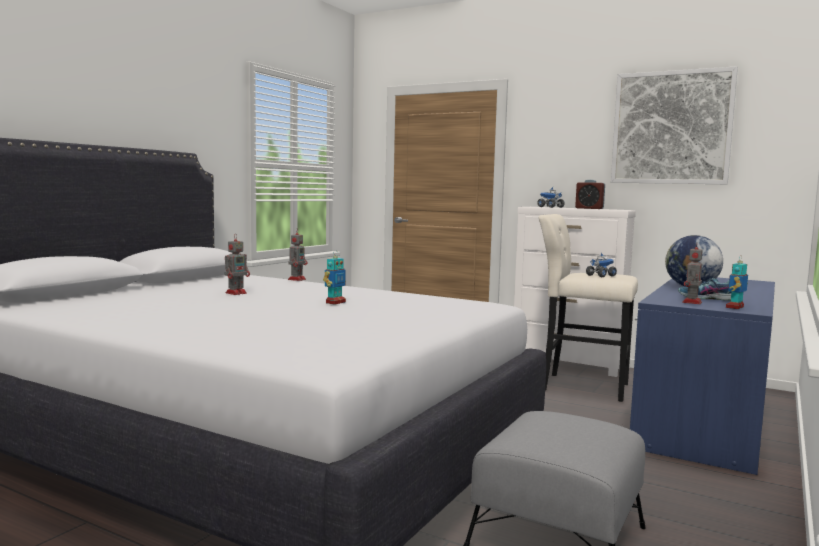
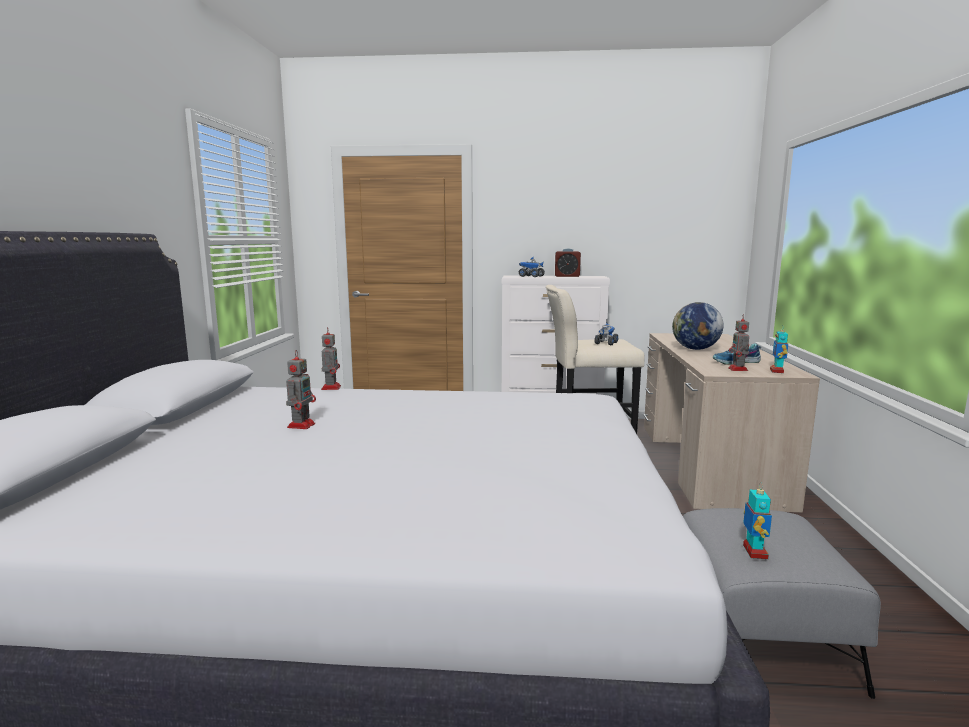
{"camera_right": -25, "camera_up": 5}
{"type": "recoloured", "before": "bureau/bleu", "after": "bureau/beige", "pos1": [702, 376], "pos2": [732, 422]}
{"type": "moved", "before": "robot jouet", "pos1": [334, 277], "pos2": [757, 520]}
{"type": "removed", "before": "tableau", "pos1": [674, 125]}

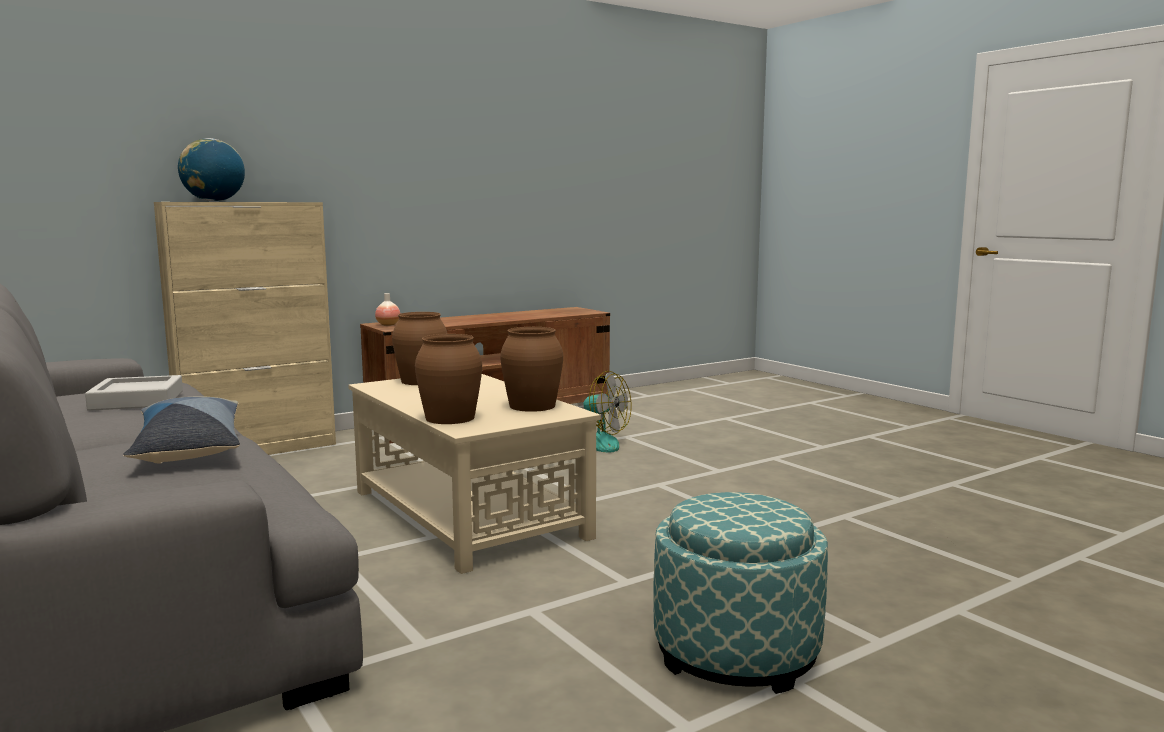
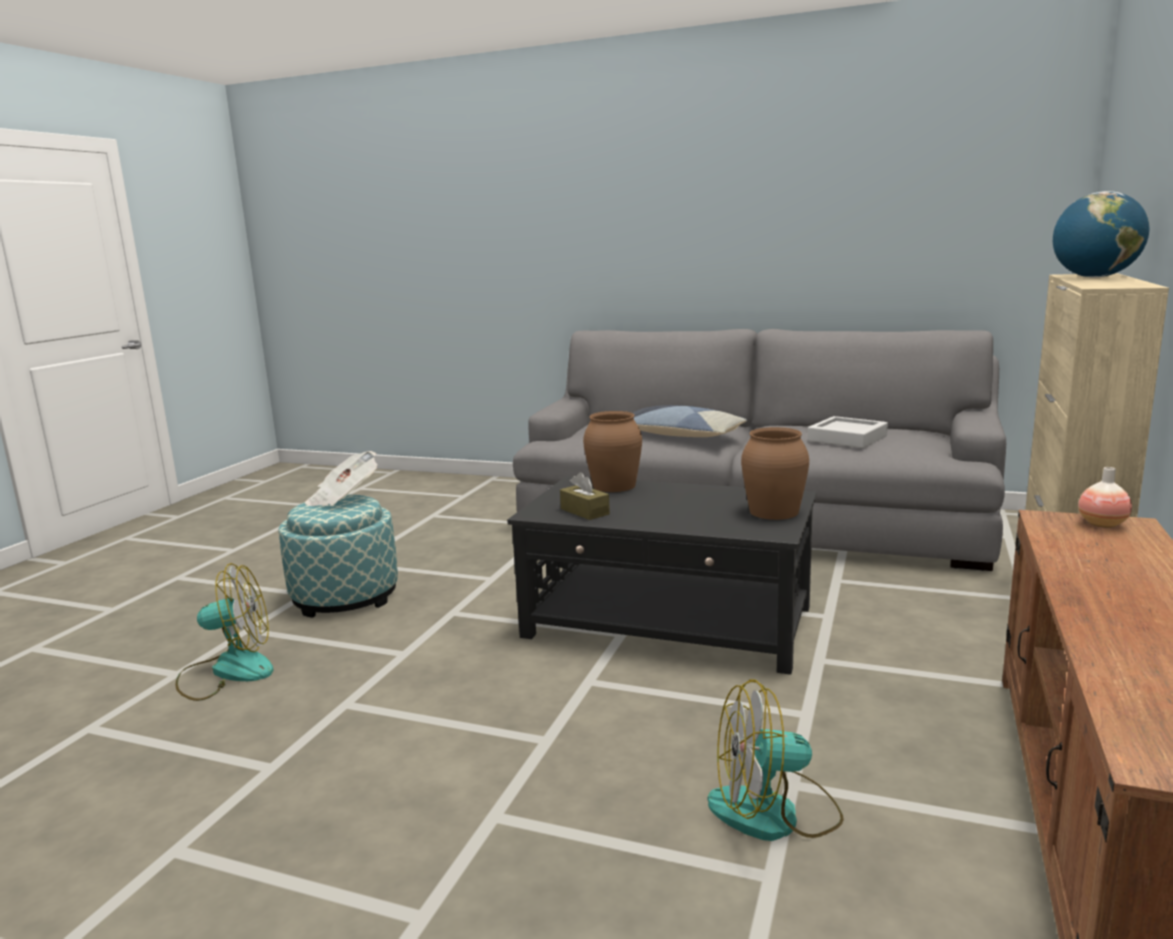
{"camera_right": 145, "camera_up": 5}
{"type": "added", "after": "ventilateur", "pos2": [225, 632]}
{"type": "added", "after": "journal", "pos2": [341, 478]}
{"type": "recoloured", "before": "table basse/beige", "after": "table basse/noir", "pos1": [474, 474], "pos2": [662, 575]}
{"type": "replaced", "before": "vase/marron", "after": "boîte à mouchoirs/marron", "pos1": [531, 369], "pos2": [585, 496]}

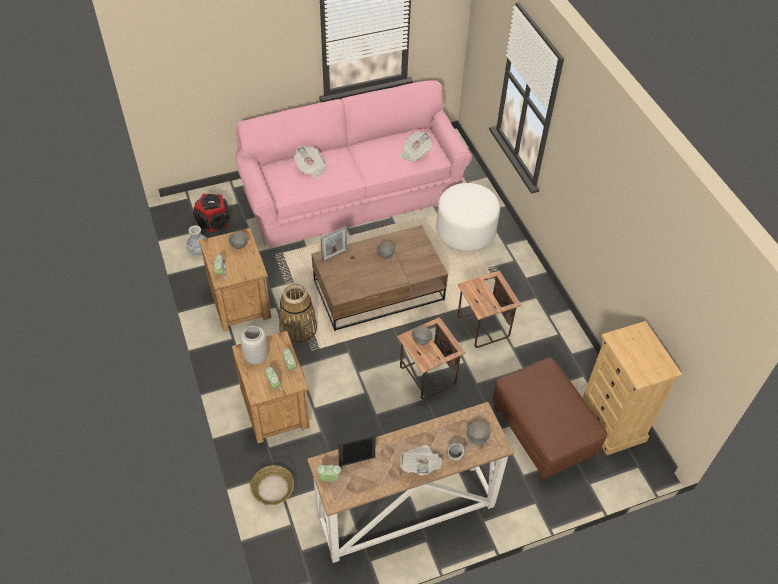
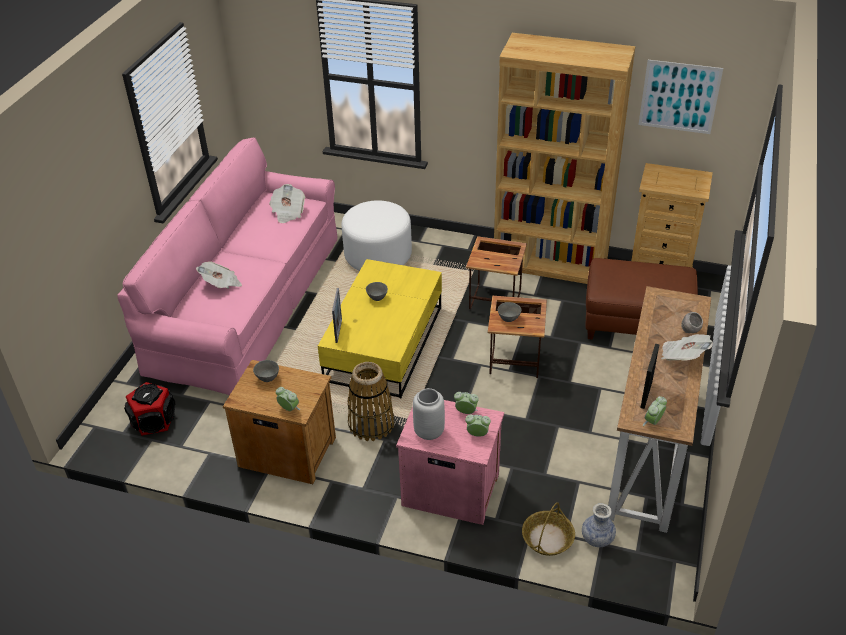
{"camera_right": -50, "camera_up": -10}
{"type": "recoloured", "before": "table basse/marron", "after": "table basse/jaune", "pos1": [379, 278], "pos2": [380, 328]}
{"type": "recoloured", "before": "table de chevet/marron", "after": "table de chevet/rose", "pos1": [271, 387], "pos2": [450, 462]}
{"type": "added", "after": "bibliothèque/marron", "pos2": [565, 158]}
{"type": "moved", "before": "vase", "pos1": [196, 240], "pos2": [599, 525]}
{"type": "added", "after": "tableau", "pos2": [680, 97]}
{"type": "removed", "before": "bol/gris", "pos1": [478, 433]}

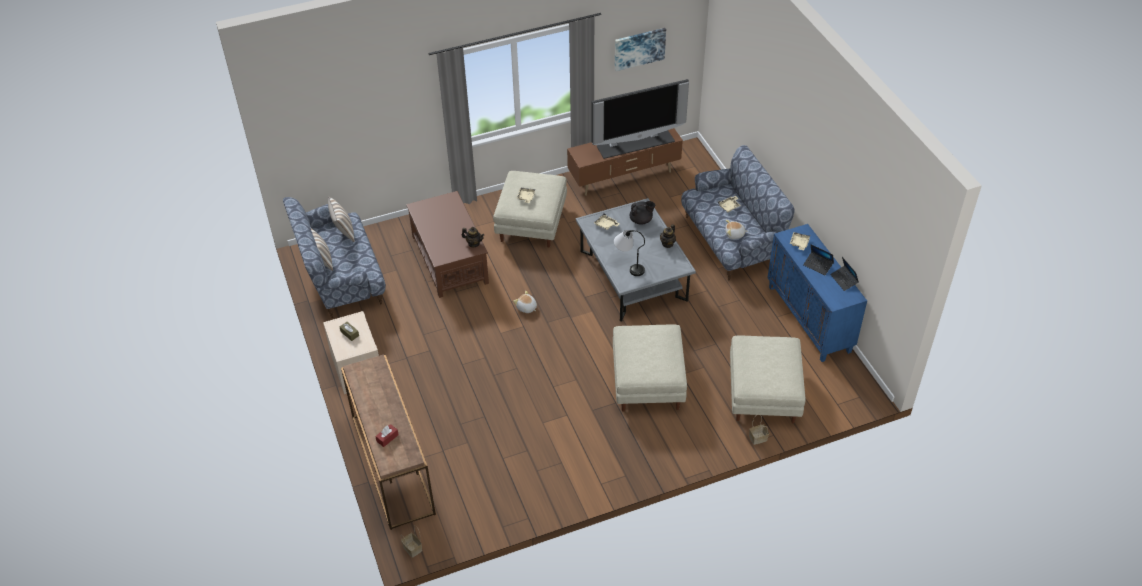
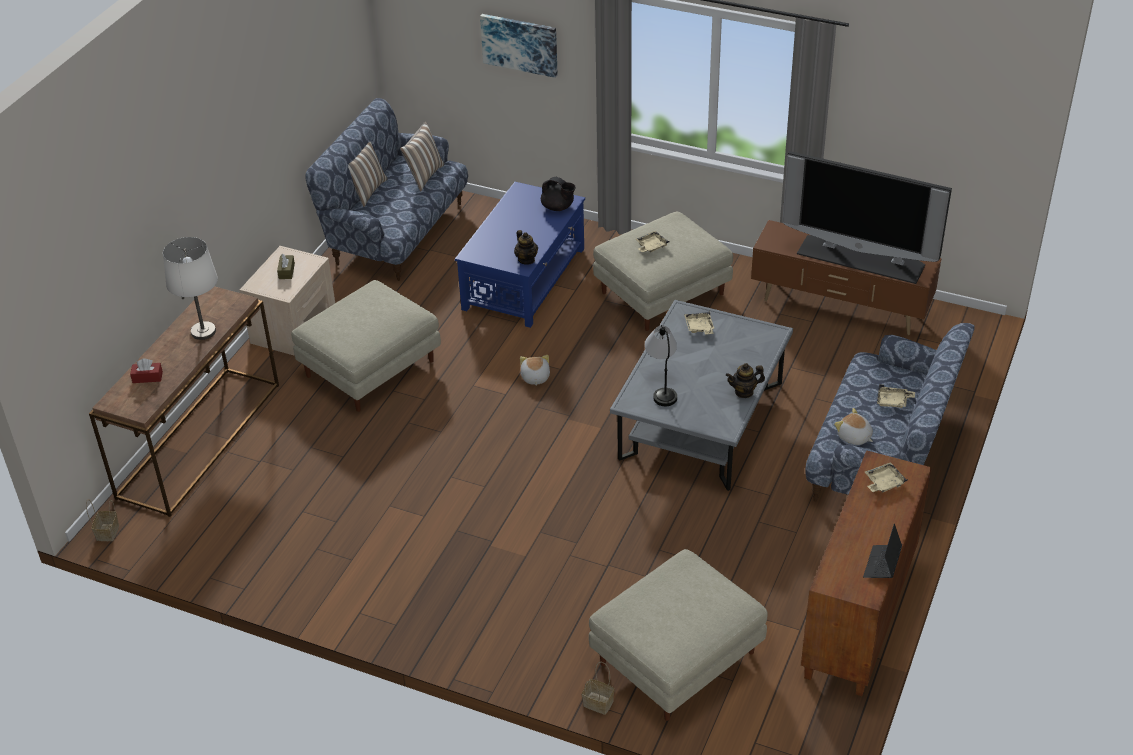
{"camera_right": 45, "camera_up": -5}
{"type": "added", "after": "lampe de table/blanc", "pos2": [190, 288]}
{"type": "moved", "before": "pouf/beige", "pos1": [650, 368], "pos2": [366, 346]}
{"type": "recoloured", "before": "table basse/marron", "after": "table basse/bleu", "pos1": [447, 244], "pos2": [520, 255]}
{"type": "moved", "before": "tableau", "pos1": [640, 49], "pos2": [519, 46]}
{"type": "moved", "before": "théière/noir", "pos1": [642, 213], "pos2": [558, 194]}
{"type": "recoloured", "before": "meuble de rangement/bleu", "after": "meuble de rangement/marron", "pos1": [817, 293], "pos2": [866, 573]}
{"type": "removed", "before": "ordinateur portable", "pos1": [818, 260]}

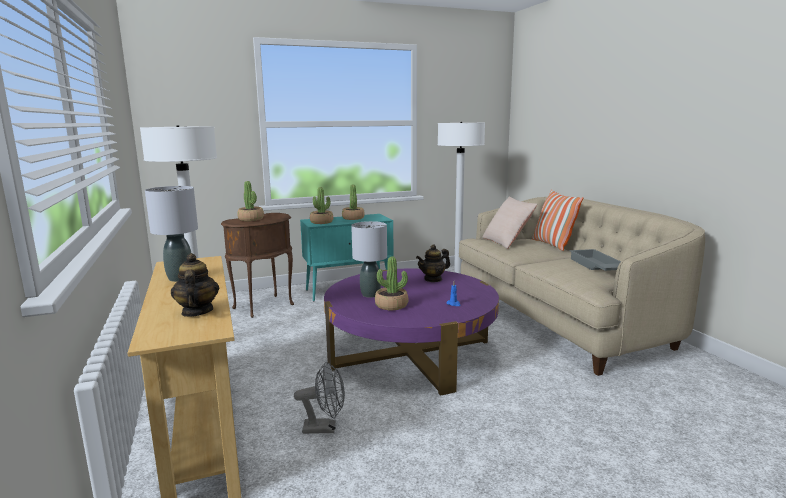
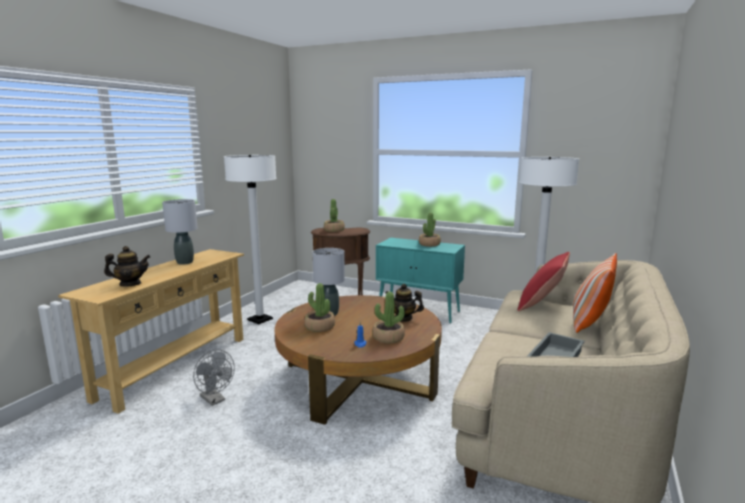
{"camera_right": 45, "camera_up": 0}
{"type": "turned", "before": "théière", "pos1": [195, 285], "pos2": [127, 266], "turn": 45}
{"type": "recoloured", "before": "table basse/violet", "after": "table basse/marron", "pos1": [411, 332], "pos2": [358, 360]}
{"type": "moved", "before": "plante en pot", "pos1": [321, 205], "pos2": [389, 318]}
{"type": "recoloured", "before": "coussin/beige", "after": "coussin/rouge", "pos1": [510, 223], "pos2": [544, 281]}

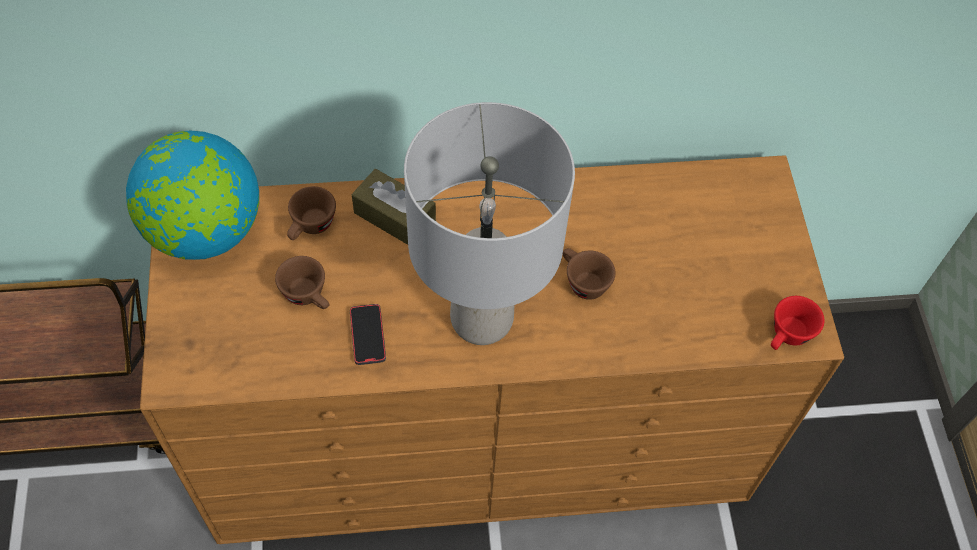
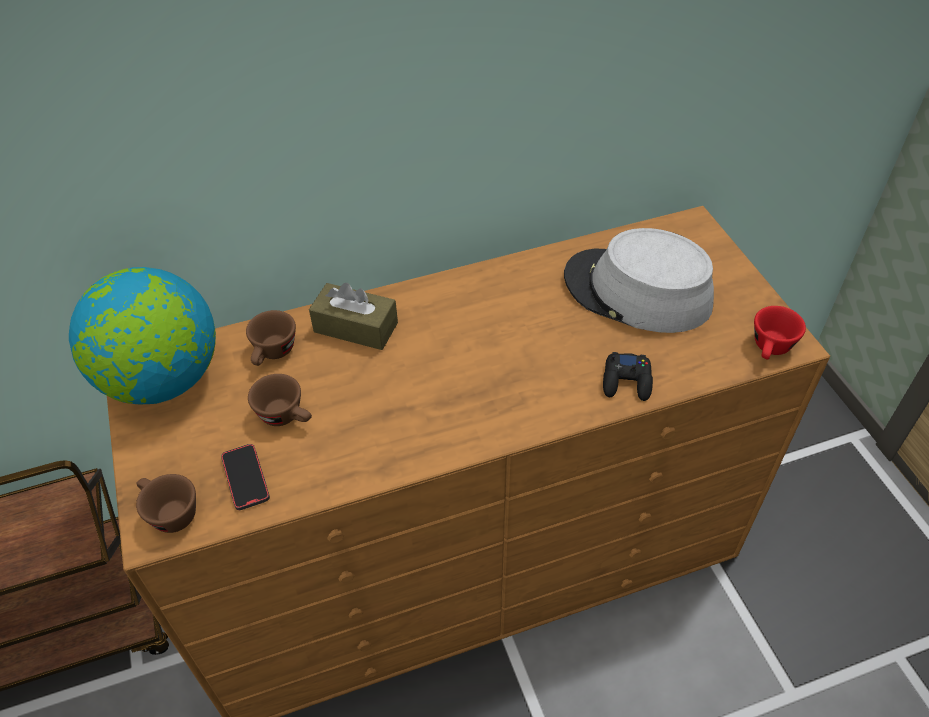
{"camera_right": -10, "camera_up": -10}
{"type": "moved", "before": "tasse/marron", "pos1": [589, 274], "pos2": [166, 503]}
{"type": "moved", "before": "téléphone", "pos1": [368, 334], "pos2": [245, 477]}
{"type": "added", "after": "chapeau/gris", "pos2": [639, 280]}
{"type": "added", "after": "manette/noir", "pos2": [628, 376]}
{"type": "removed", "before": "lampe de table/gris", "pos1": [489, 223]}

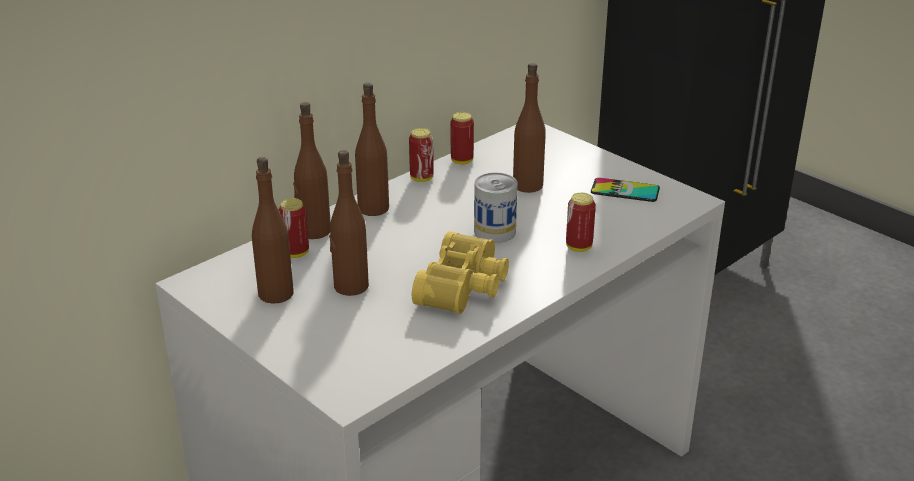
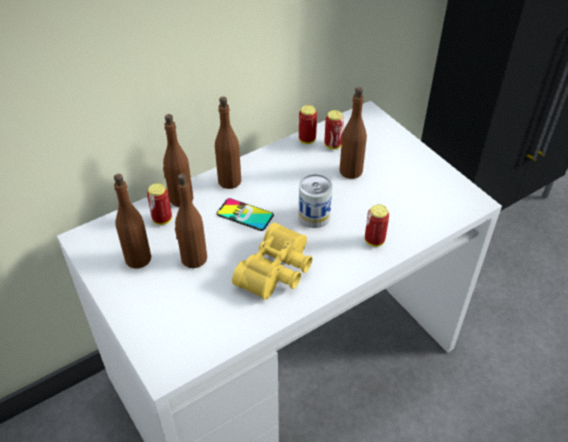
{"camera_right": 10, "camera_up": 15}
{"type": "moved", "before": "téléphone", "pos1": [625, 190], "pos2": [245, 214]}
{"type": "moved", "before": "boîte métallique", "pos1": [421, 155], "pos2": [334, 129]}

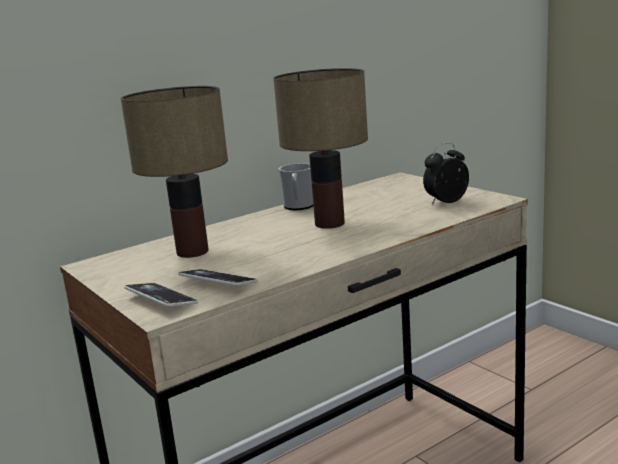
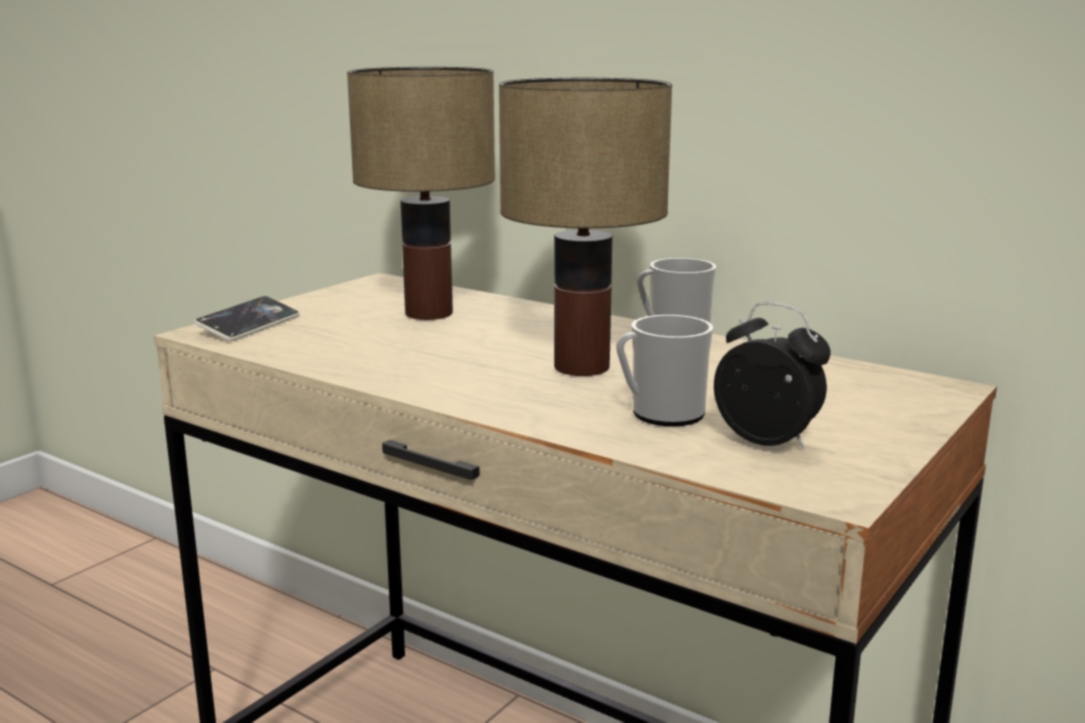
{"camera_right": 70, "camera_up": 0}
{"type": "added", "after": "mug", "pos2": [664, 370]}
{"type": "removed", "before": "téléphone", "pos1": [217, 277]}

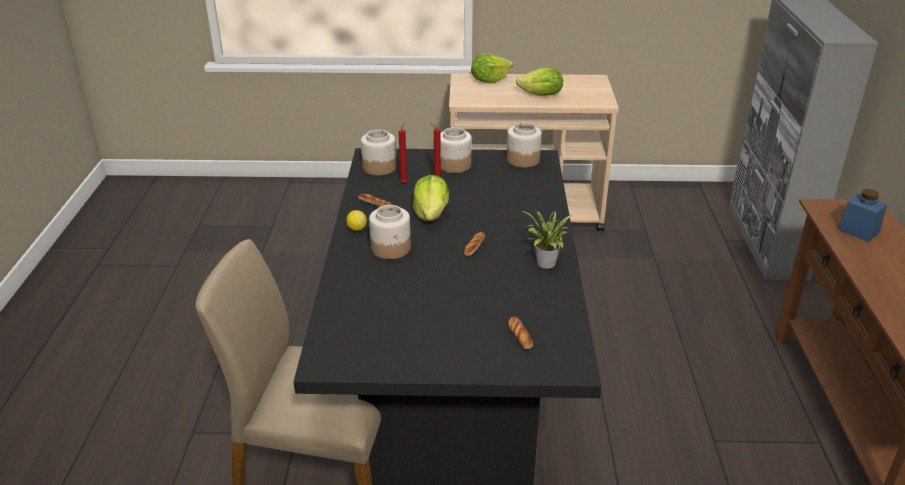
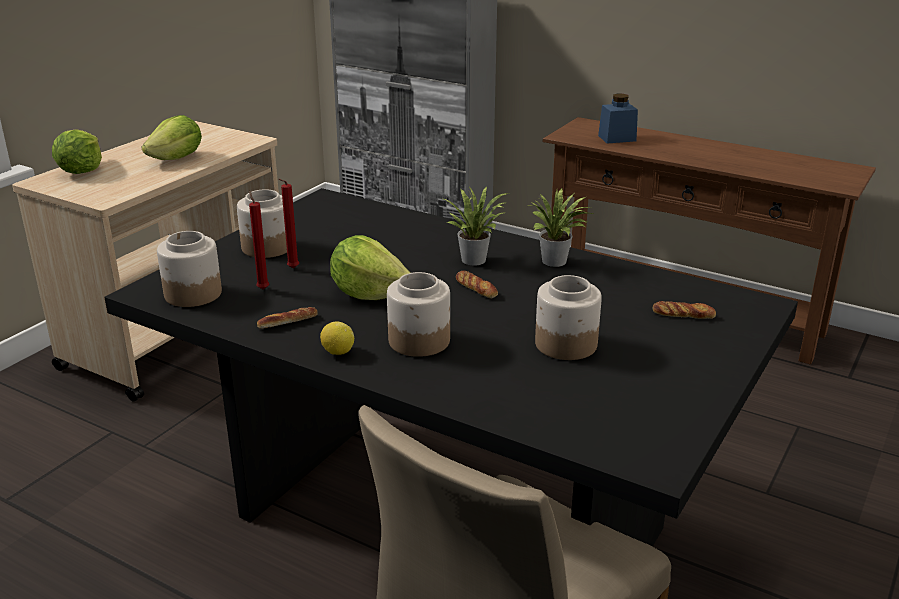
{"camera_right": -60, "camera_up": -5}
{"type": "added", "after": "plante en pot", "pos2": [476, 226]}
{"type": "moved", "before": "bocal", "pos1": [524, 145], "pos2": [568, 317]}

